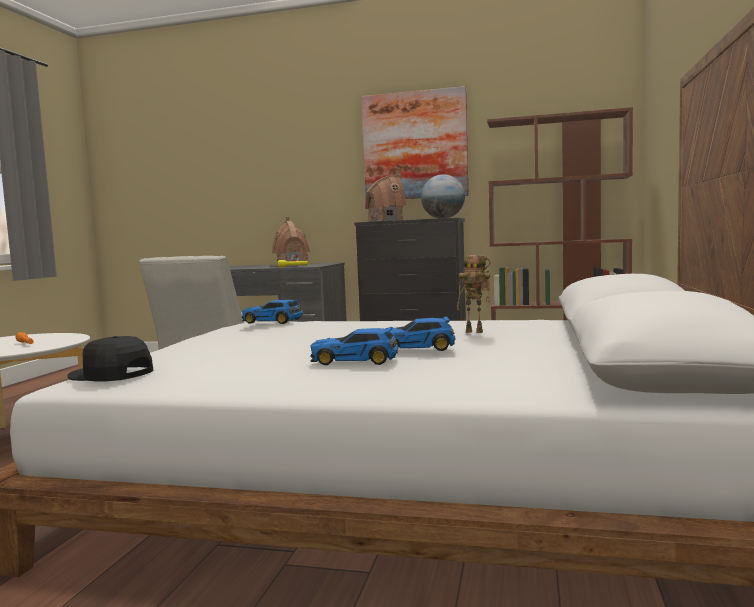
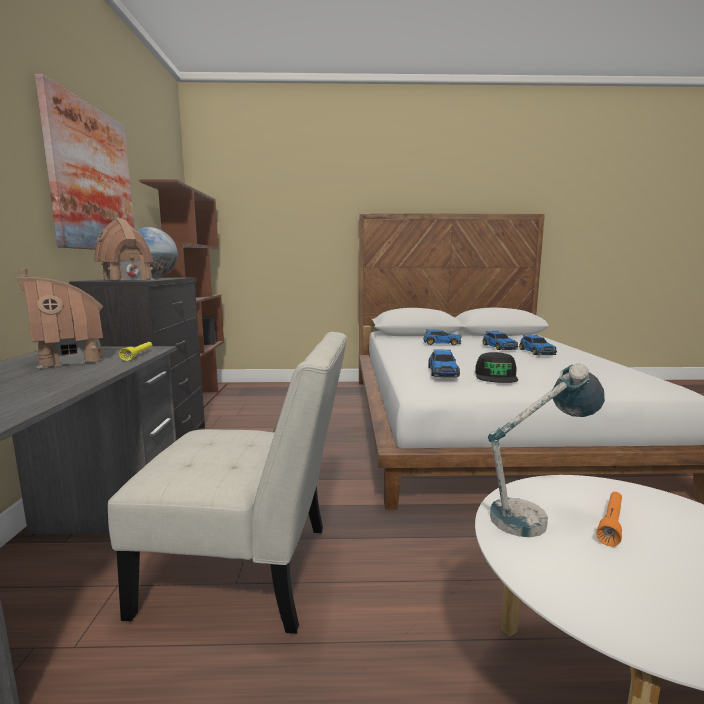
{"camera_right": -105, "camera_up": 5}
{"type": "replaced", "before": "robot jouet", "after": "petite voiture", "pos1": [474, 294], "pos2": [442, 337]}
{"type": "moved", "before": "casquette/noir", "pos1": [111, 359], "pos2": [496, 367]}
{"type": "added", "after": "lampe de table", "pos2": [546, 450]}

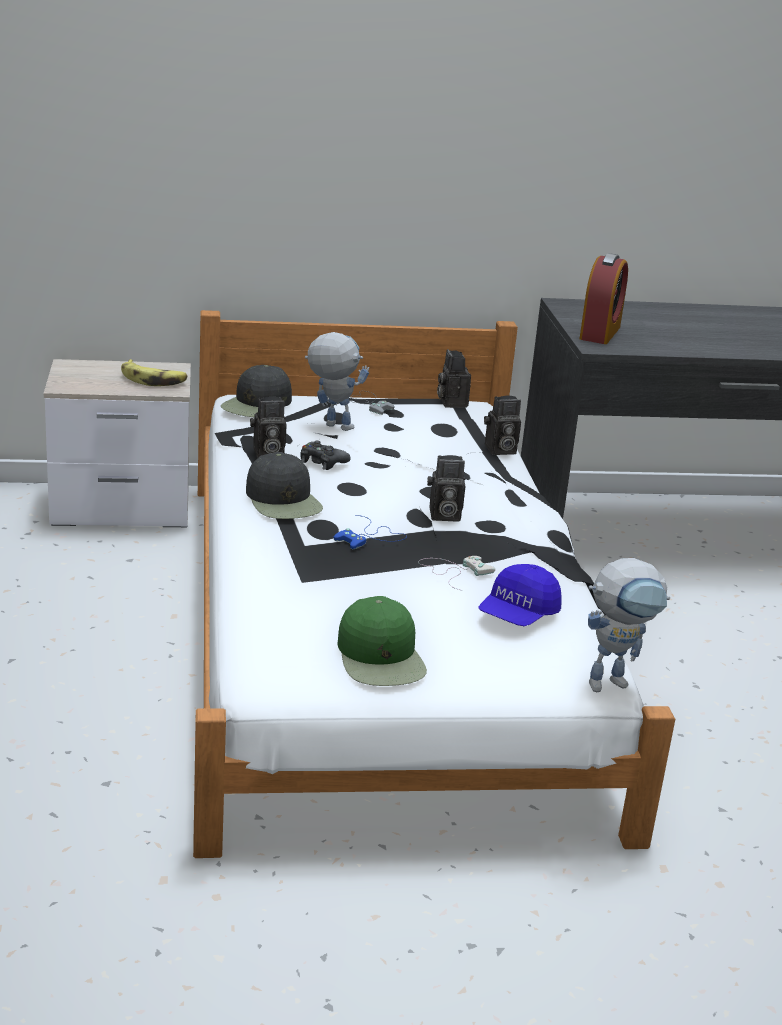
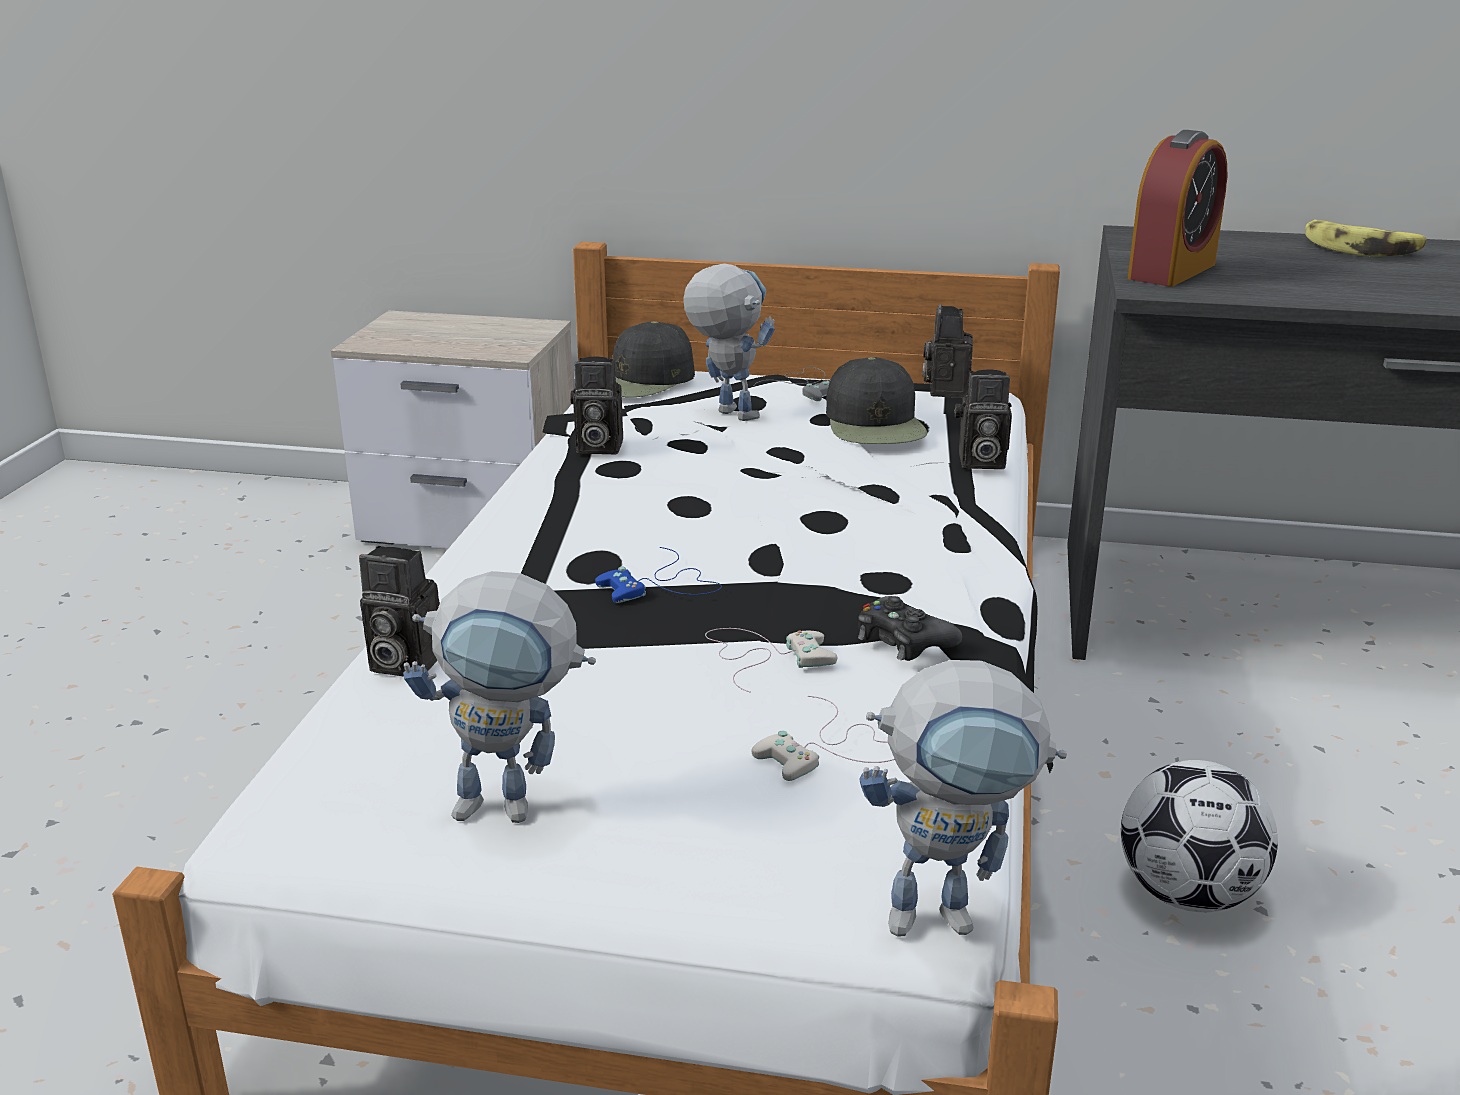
{"camera_right": 20, "camera_up": 0}
{"type": "moved", "before": "appareil photo", "pos1": [446, 488], "pos2": [399, 611]}
{"type": "replaced", "before": "casquette/vert", "after": "robot jouet", "pos1": [382, 641], "pos2": [499, 697]}
{"type": "replaced", "before": "casquette/bleu", "after": "manette/blanc", "pos1": [520, 595], "pos2": [823, 738]}
{"type": "moved", "before": "casquette/noir", "pos1": [284, 485], "pos2": [877, 400]}
{"type": "moved", "before": "manette/noir", "pos1": [325, 455], "pos2": [910, 628]}
{"type": "added", "after": "ballon de foot", "pos2": [1199, 836]}
{"type": "moved", "before": "banane", "pos1": [154, 372], "pos2": [1366, 238]}

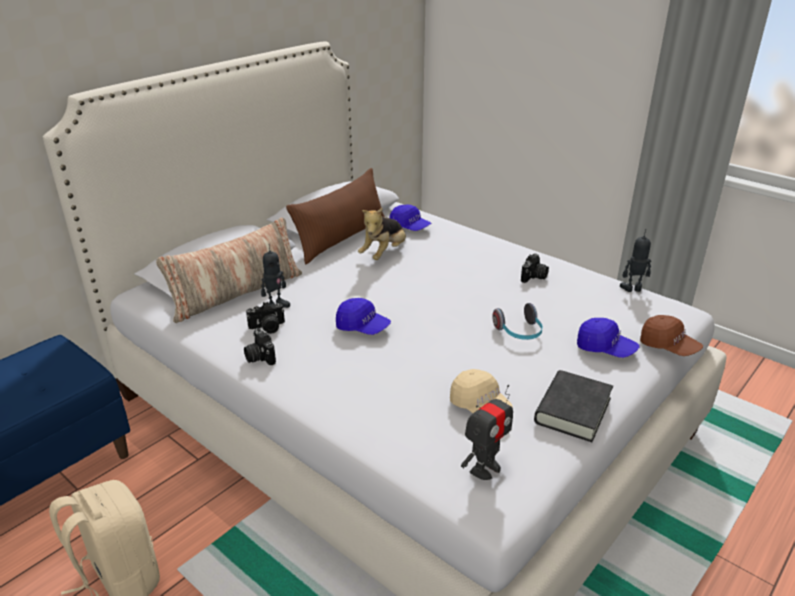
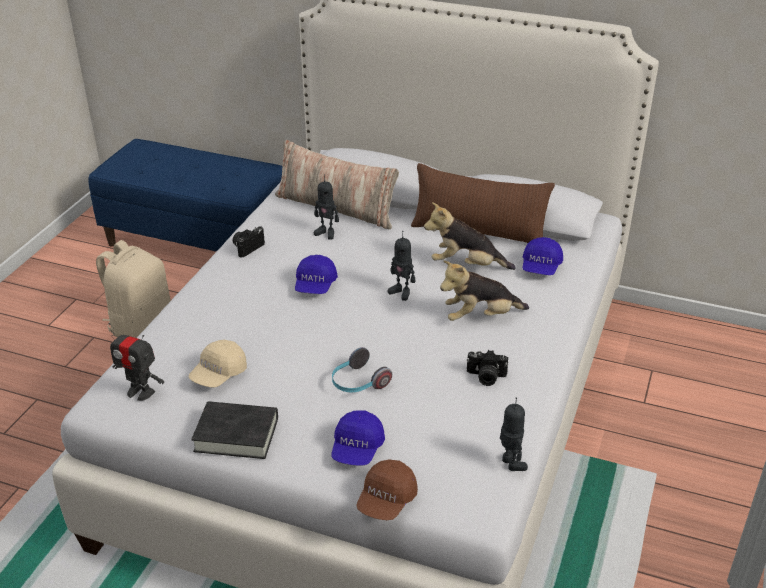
{"camera_right": 70, "camera_up": 5}
{"type": "added", "after": "robot jouet", "pos2": [401, 266]}
{"type": "added", "after": "peluche", "pos2": [484, 291]}
{"type": "removed", "before": "appareil photo", "pos1": [265, 318]}

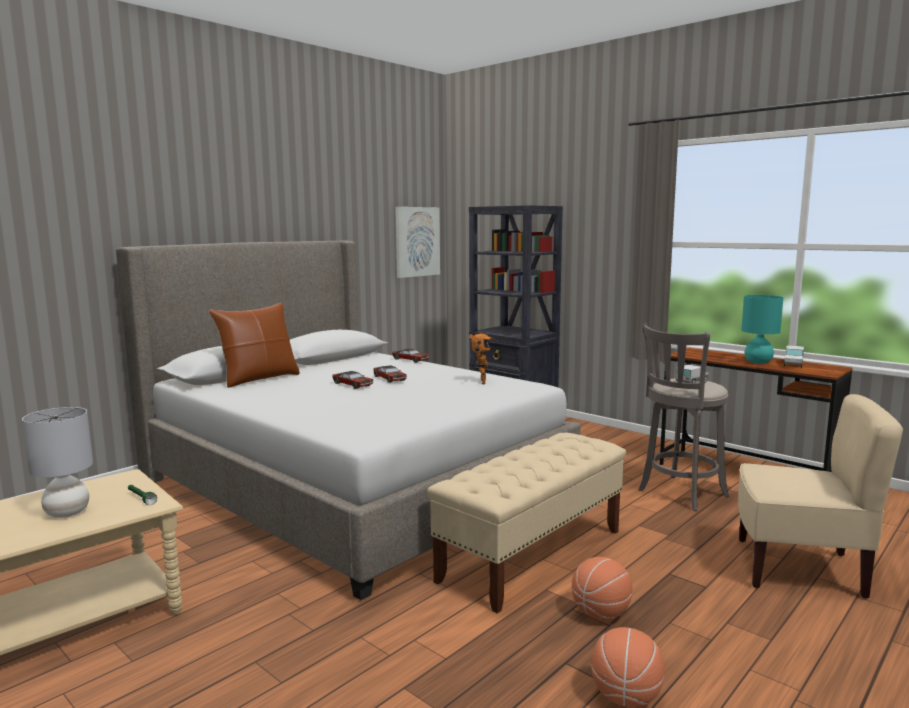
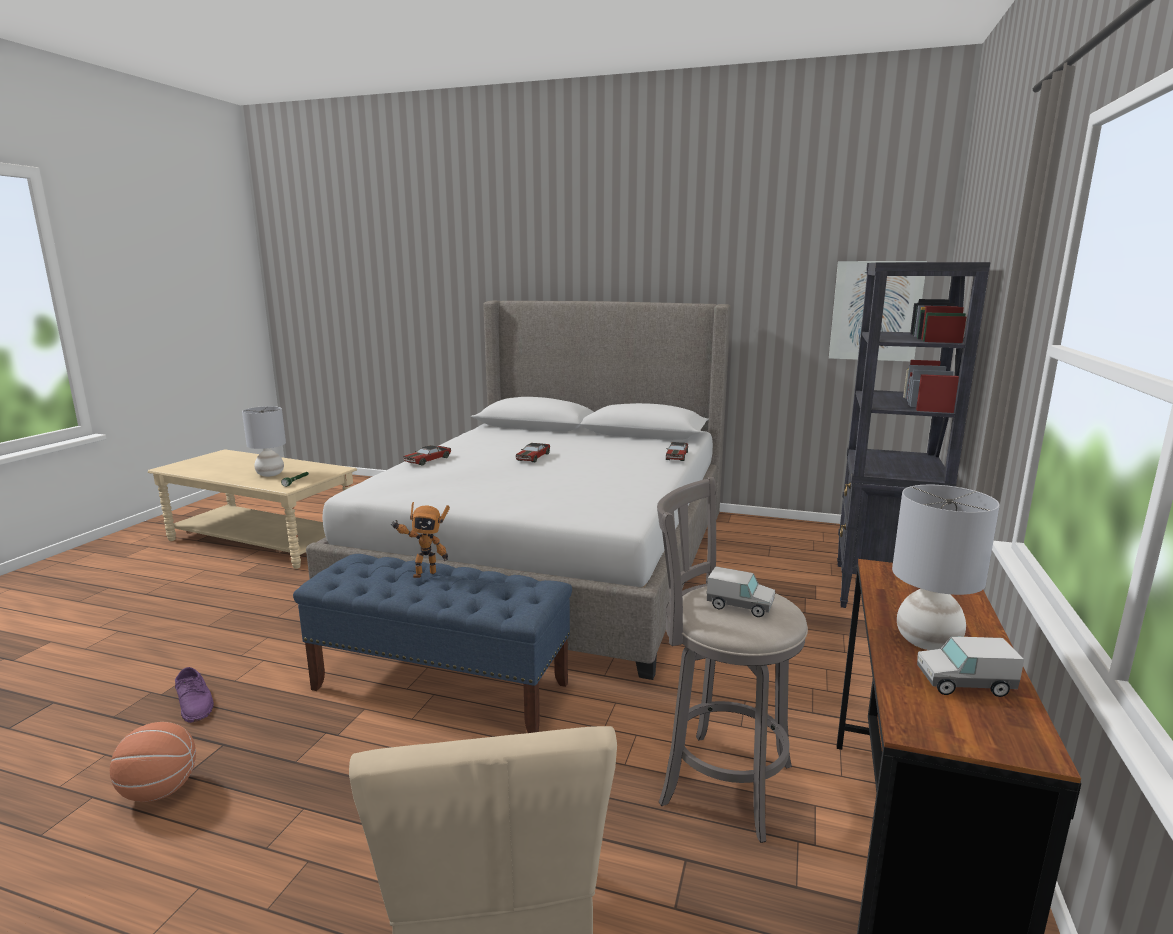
{"camera_right": 65, "camera_up": 5}
{"type": "added", "after": "chaussure/violet", "pos2": [194, 695]}
{"type": "recoloured", "before": "banc/beige", "after": "banc/bleu", "pos1": [526, 523], "pos2": [432, 643]}
{"type": "moved", "before": "robot jouet", "pos1": [481, 358], "pos2": [420, 540]}
{"type": "moved", "before": "petite voiture", "pos1": [390, 374], "pos2": [427, 455]}
{"type": "recoloured", "before": "lampe de table/turquoise", "after": "lampe de table/gris", "pos1": [762, 329], "pos2": [946, 567]}
{"type": "removed", "before": "coussin/marron", "pos1": [254, 345]}
{"type": "removed", "before": "ballon de basket", "pos1": [602, 588]}

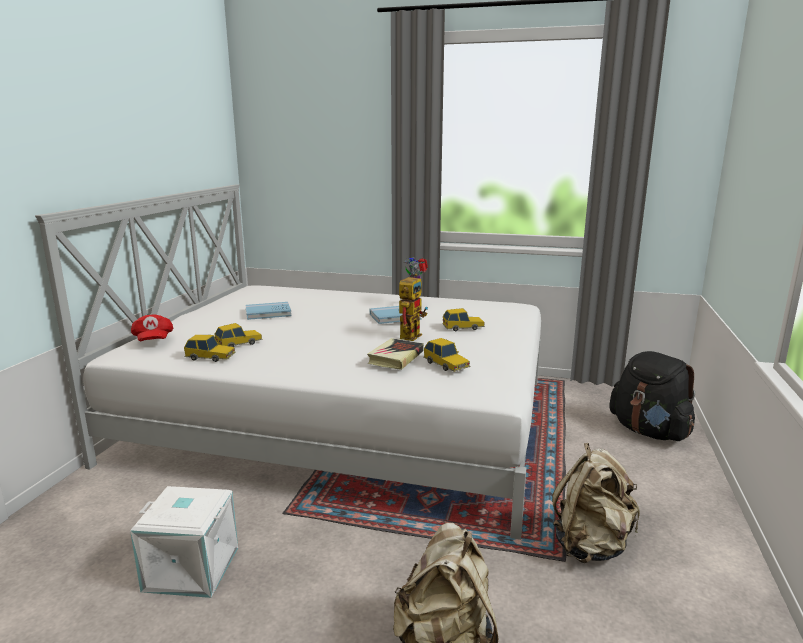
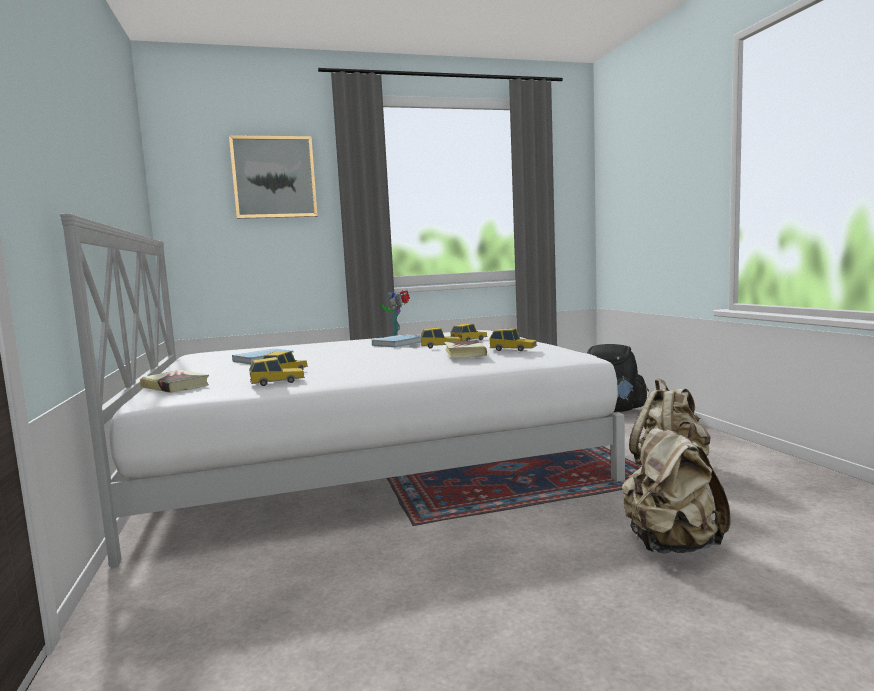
{"camera_right": -30, "camera_up": -10}
{"type": "replaced", "before": "casquette/rouge", "after": "livre", "pos1": [152, 327], "pos2": [174, 381]}
{"type": "added", "after": "tableau", "pos2": [273, 177]}
{"type": "replaced", "before": "robot jouet", "after": "petite voiture", "pos1": [413, 307], "pos2": [441, 337]}
{"type": "removed", "before": "boîte de rangement/blanc", "pos1": [184, 542]}

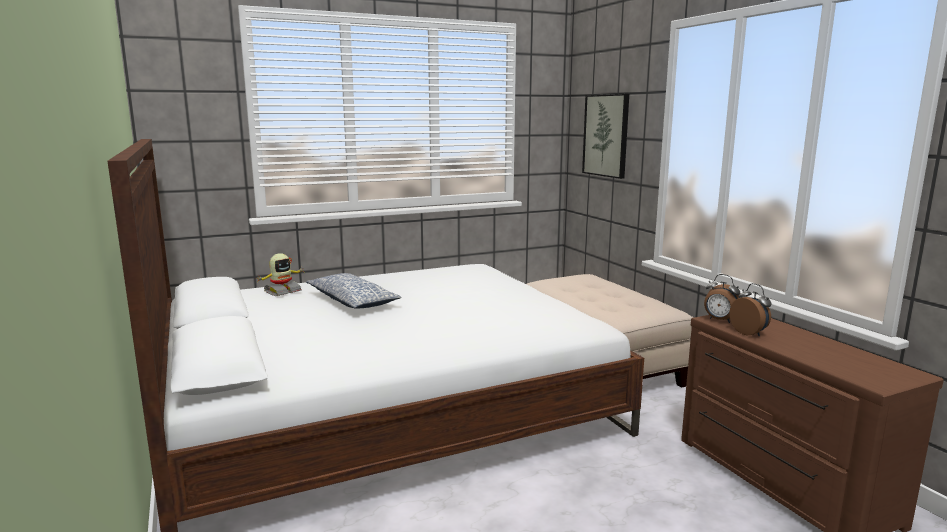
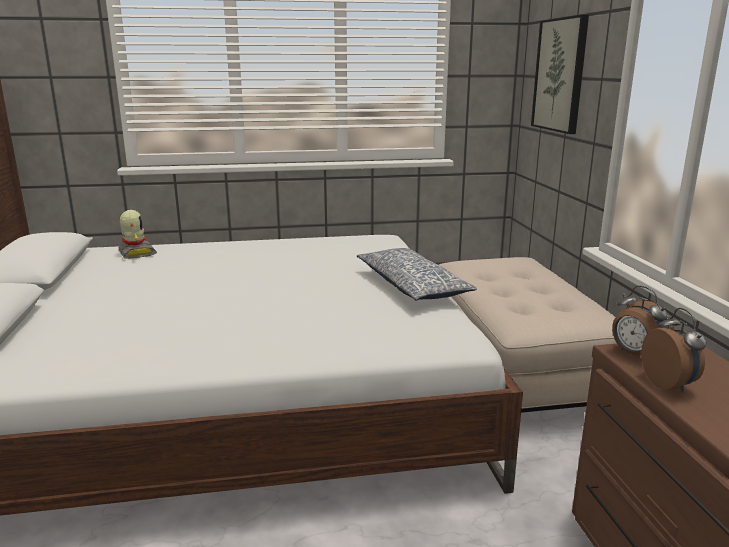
{"camera_right": 15, "camera_up": 5}
{"type": "turned", "before": "robot jouet", "pos1": [280, 274], "pos2": [137, 234], "turn": -90}
{"type": "moved", "before": "coussin", "pos1": [354, 290], "pos2": [417, 274]}

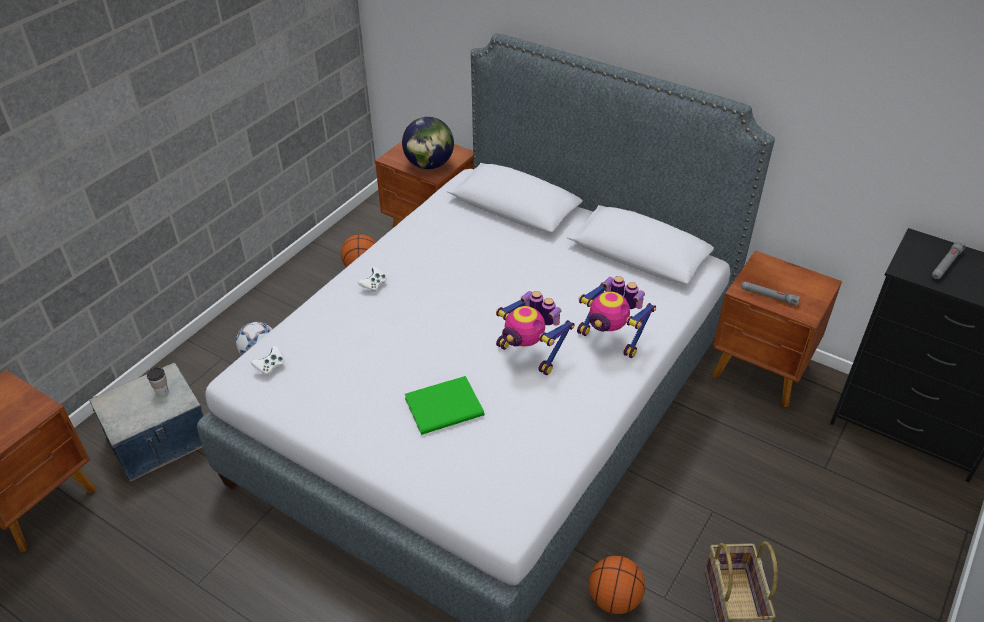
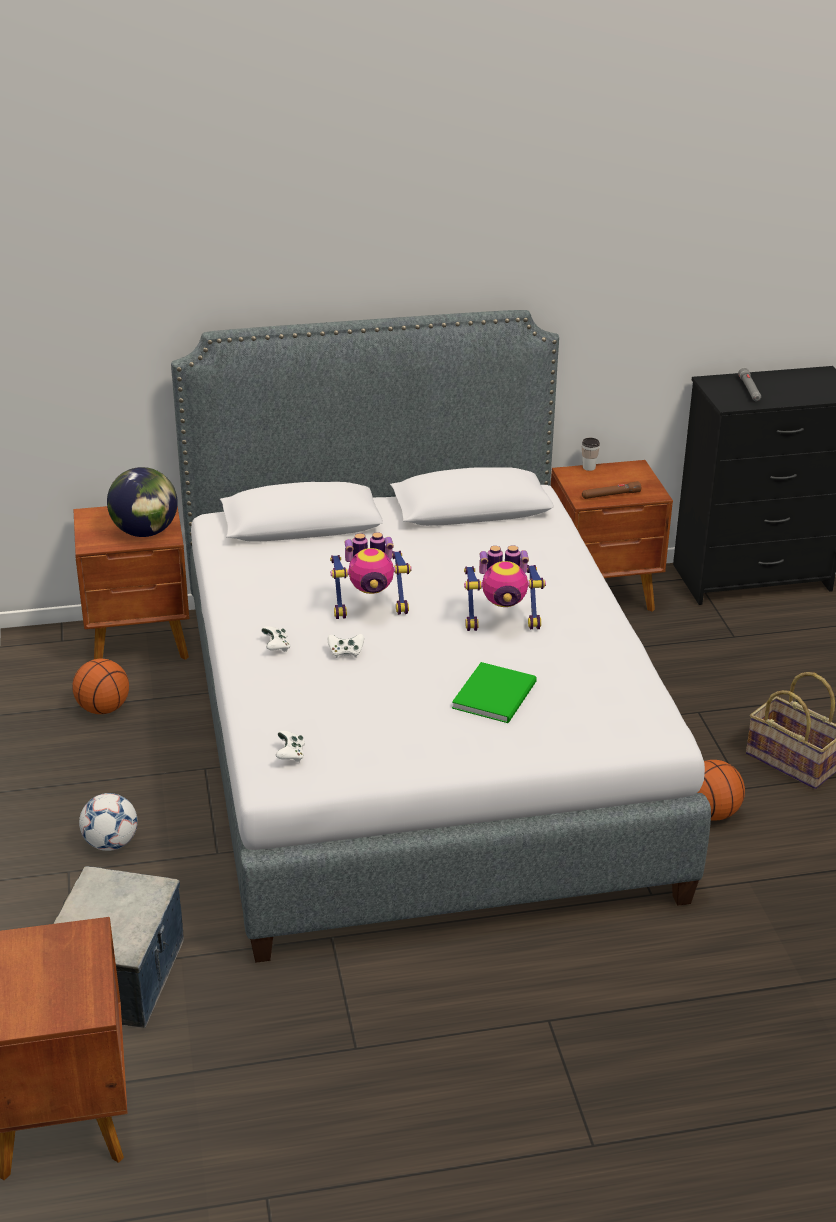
{"camera_right": -45, "camera_up": -10}
{"type": "added", "after": "manette/blanc", "pos2": [346, 646]}
{"type": "moved", "before": "robot jouet", "pos1": [616, 317], "pos2": [371, 575]}
{"type": "moved", "before": "tasse", "pos1": [158, 382], "pos2": [591, 454]}
{"type": "recoloured", "before": "lampe de poche/gris", "after": "lampe de poche/marron", "pos1": [770, 294], "pos2": [611, 490]}

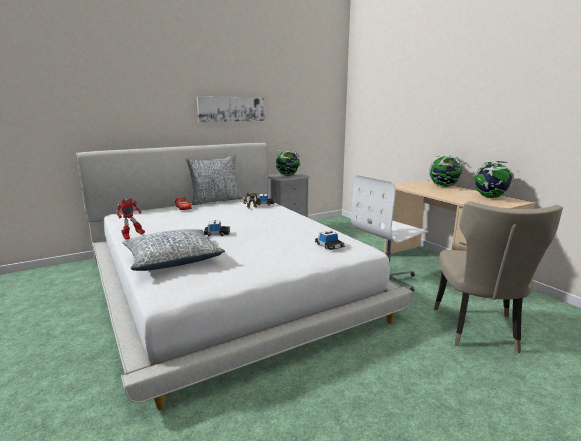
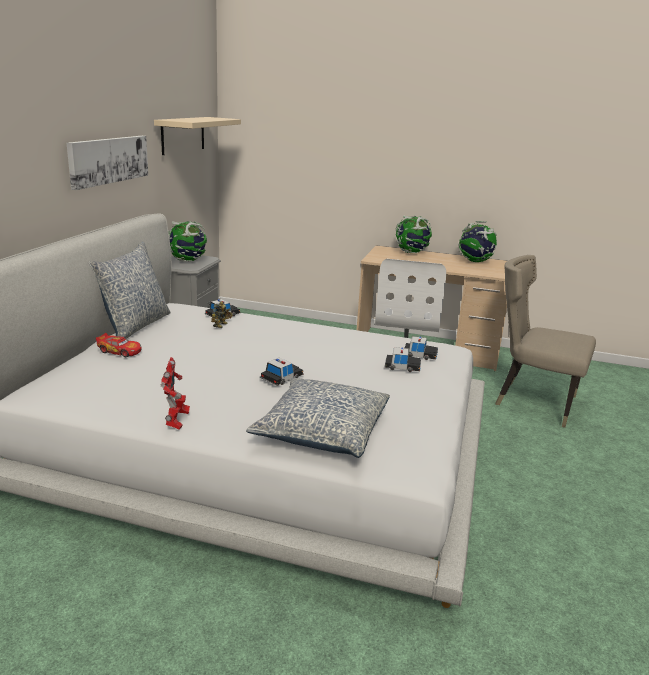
{"camera_right": -45, "camera_up": 5}
{"type": "added", "after": "étagère/beige", "pos2": [197, 136]}
{"type": "added", "after": "petite voiture", "pos2": [402, 359]}
{"type": "turned", "before": "chaise/beige", "pos1": [498, 277], "pos2": [545, 341], "turn": 150}

